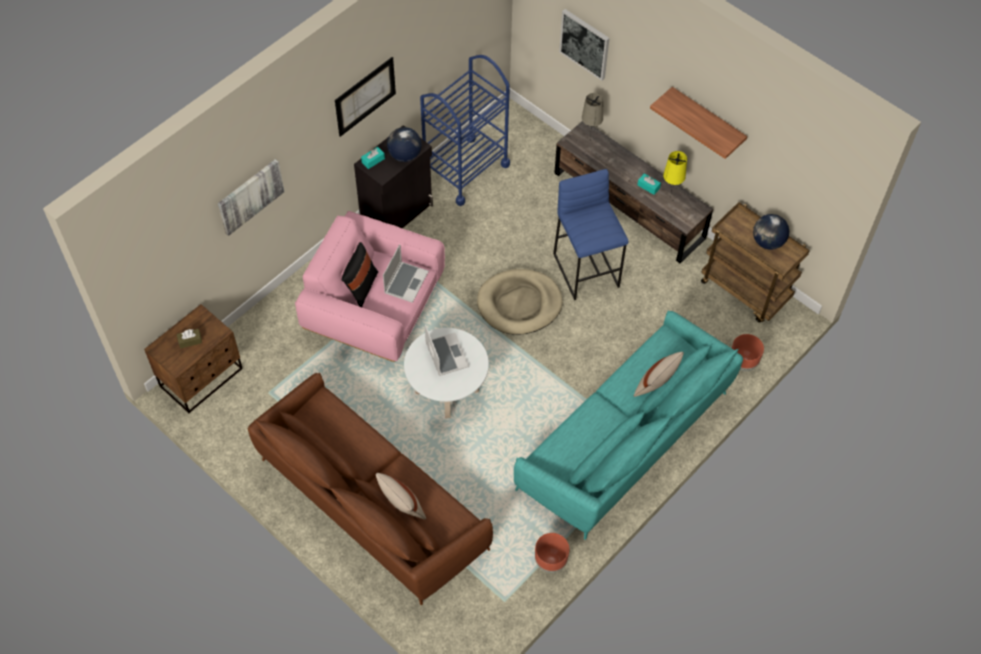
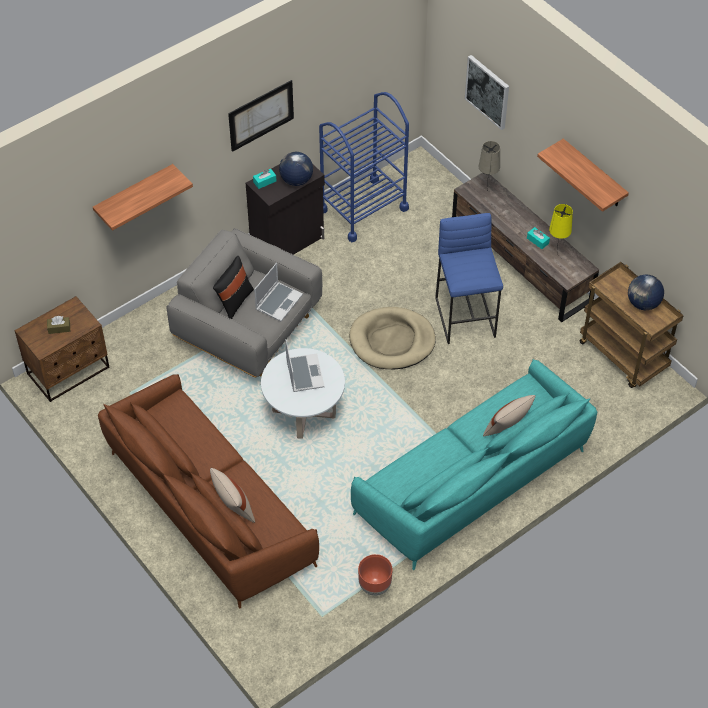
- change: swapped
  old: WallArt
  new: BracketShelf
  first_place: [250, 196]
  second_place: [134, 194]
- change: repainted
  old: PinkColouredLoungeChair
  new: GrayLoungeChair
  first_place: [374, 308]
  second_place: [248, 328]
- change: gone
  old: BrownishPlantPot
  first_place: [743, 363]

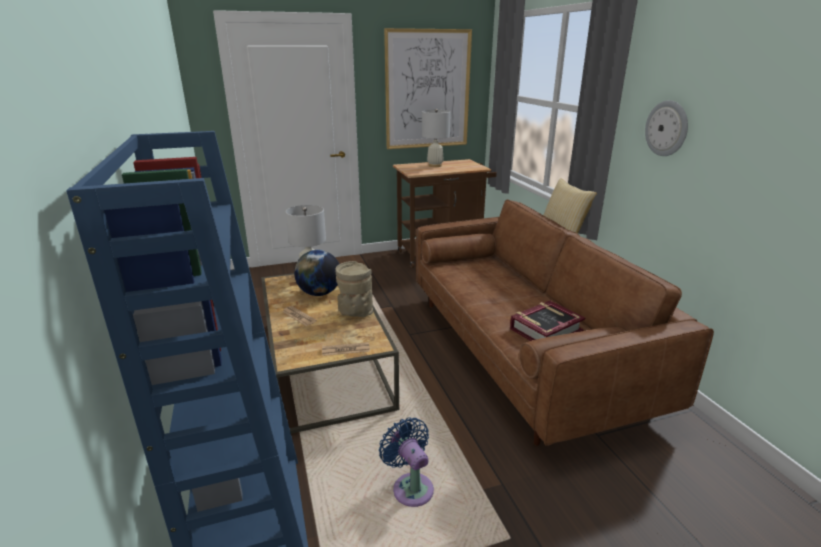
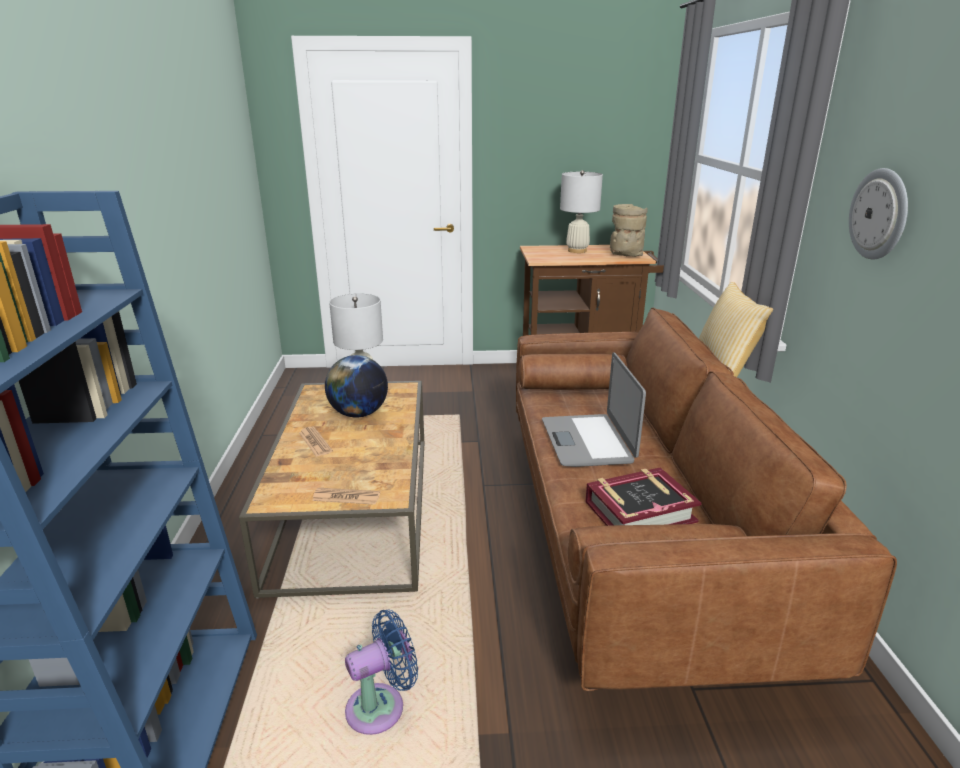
- change: shifted
  old: BeigeColouredFlowerVase
  first_place: [355, 312]
  second_place: [625, 254]
- change: rotated
  old: BlueCoolingFan
  first_place: [411, 486]
  second_place: [381, 706]
  degrees: 75
- change: gone
  old: WallArt
  first_place: [427, 90]
- change: new
  new: PortableComputer
  second_place: [588, 441]

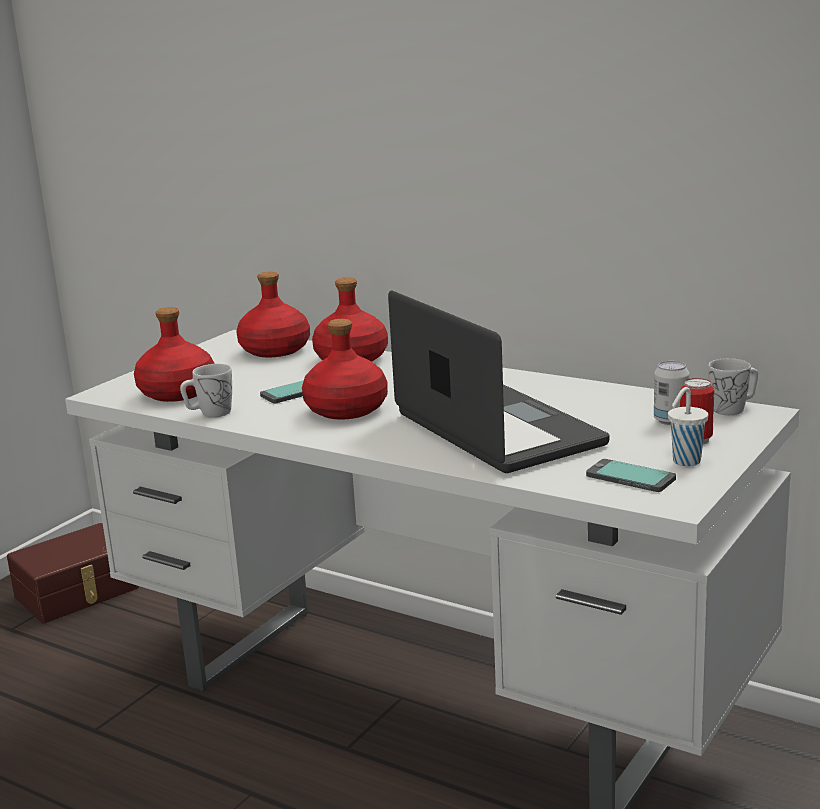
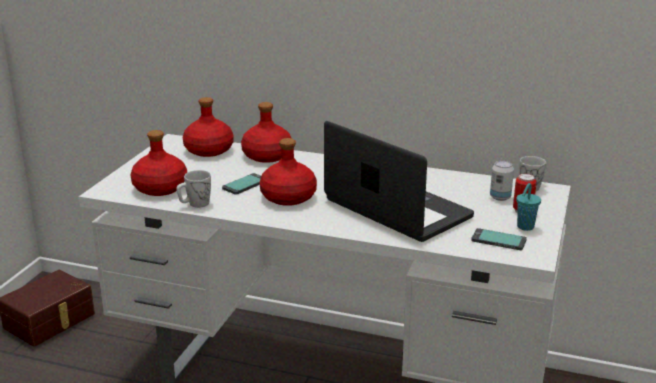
- change: repainted
  old: WhitishCup
  new: TurquoiseColouredCup
  first_place: [685, 462]
  second_place: [525, 227]

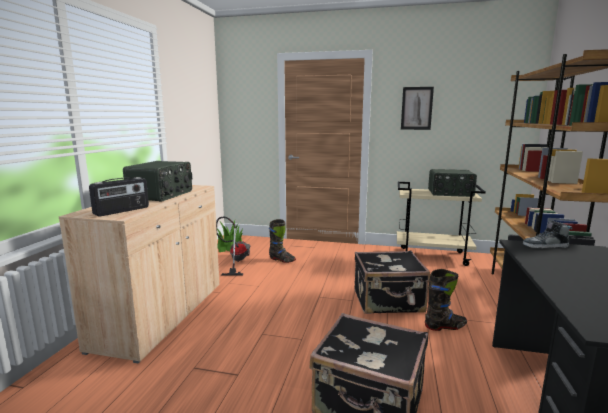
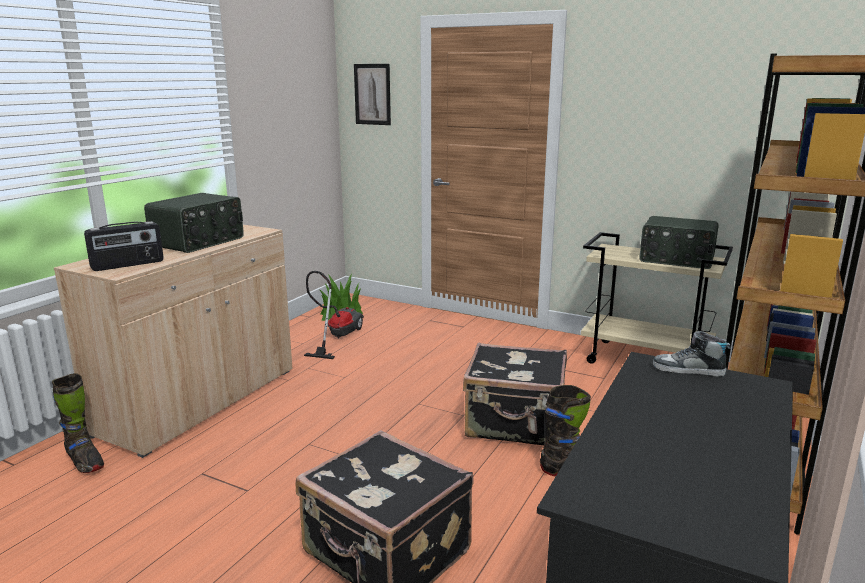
- change: shifted
  old: BlackishTallBoot
  first_place: [282, 260]
  second_place: [85, 462]
- change: shifted
  old: WallArt
  first_place: [416, 108]
  second_place: [372, 94]

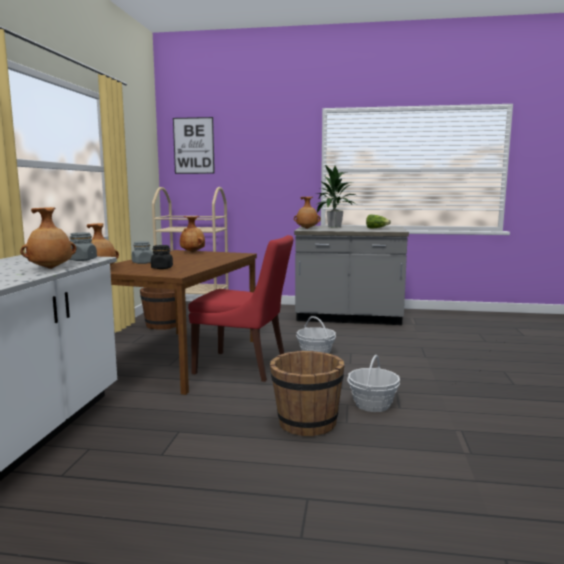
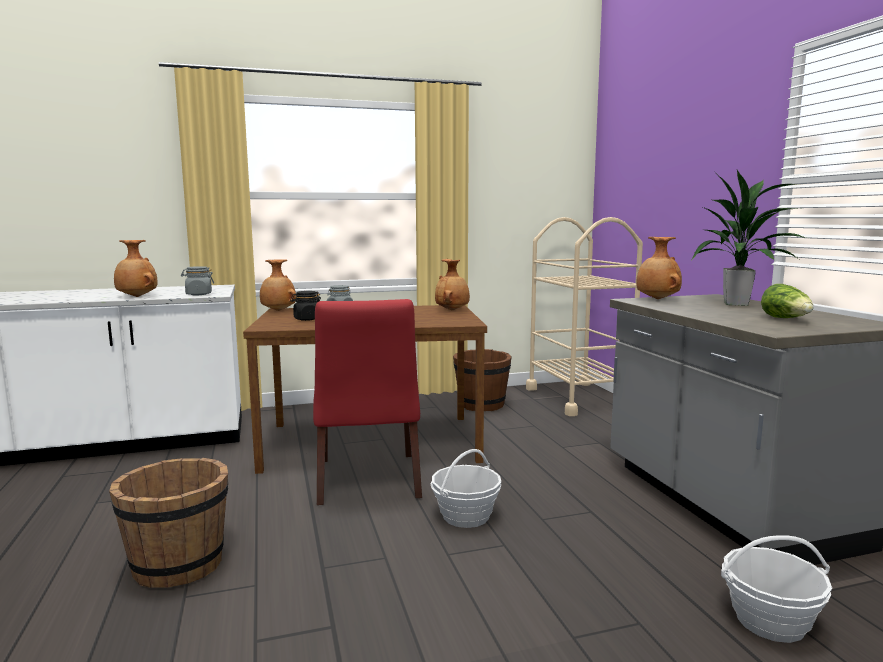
- change: gone
  old: WallArt
  first_place: [194, 145]
- change: shifted
  old: Basket
  first_place: [372, 404]
  second_place: [770, 621]

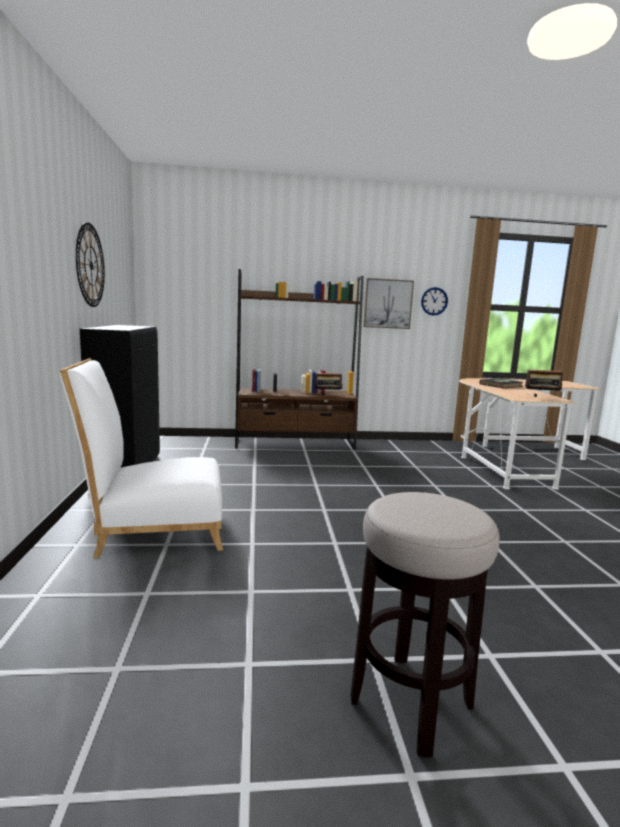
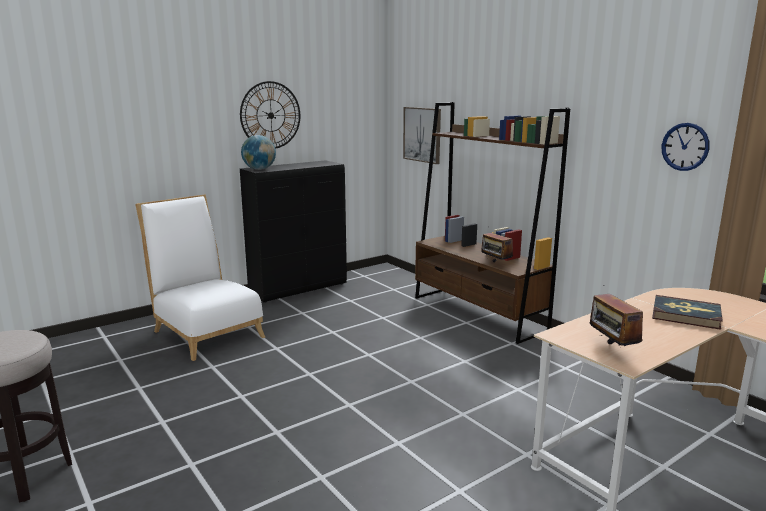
- change: shifted
  old: WallArt
  first_place: [387, 304]
  second_place: [422, 134]
- change: new
  new: WorldGlobe
  second_place: [259, 169]

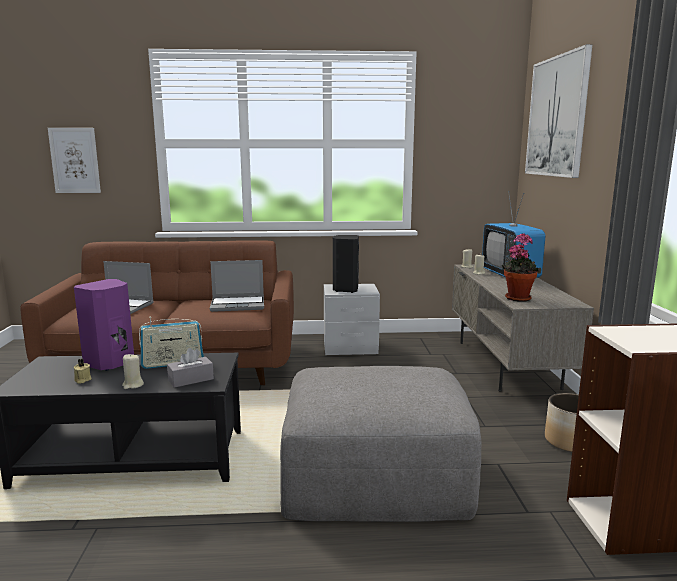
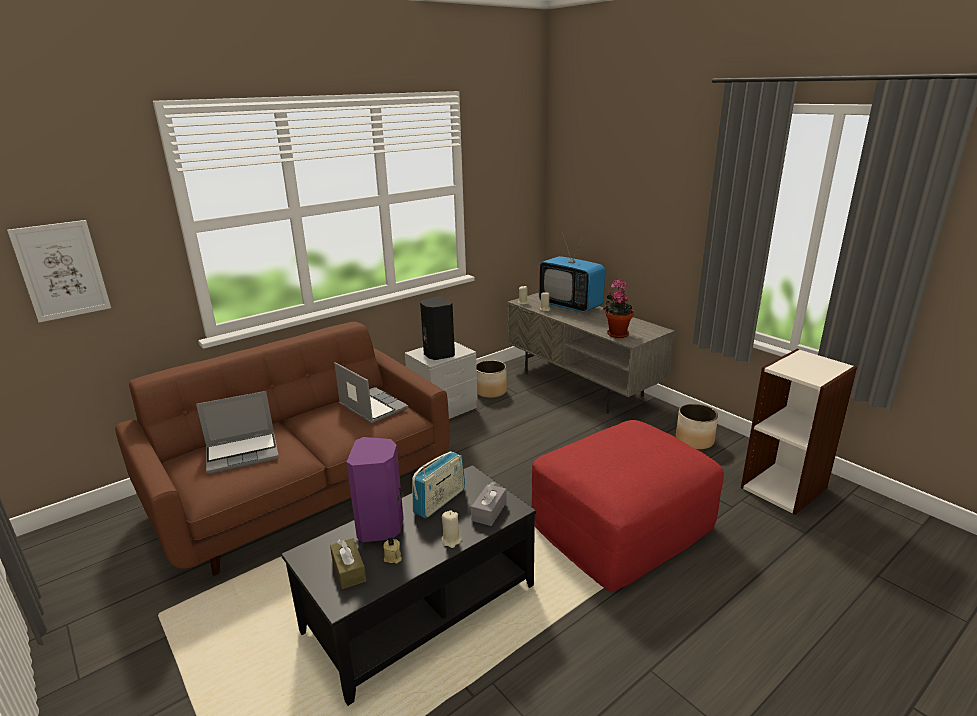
- change: rotated
  old: PortableComputer
  first_place: [238, 305]
  second_place: [372, 407]
  degrees: -90
- change: repainted
  old: GrayPouffe
  new: RedPouffe
  first_place: [376, 475]
  second_place: [621, 524]
- change: gone
  old: WallArt
  first_place: [557, 117]
- change: new
  new: BrownishTissueHolder
  second_place: [349, 570]
- change: new
  new: PlantPot
  second_place: [490, 391]

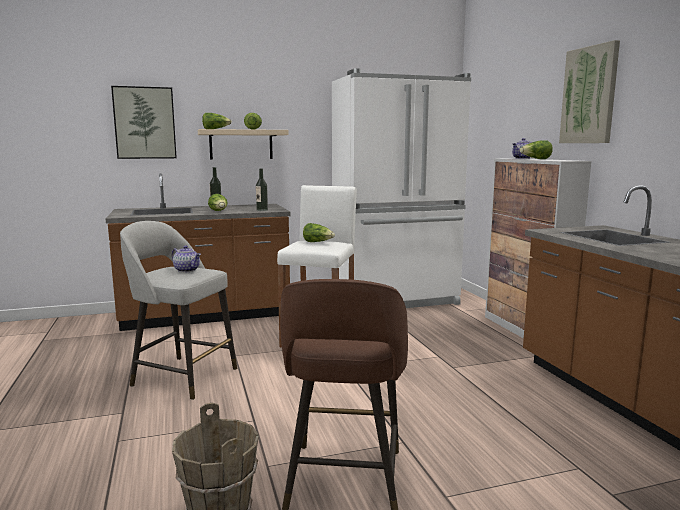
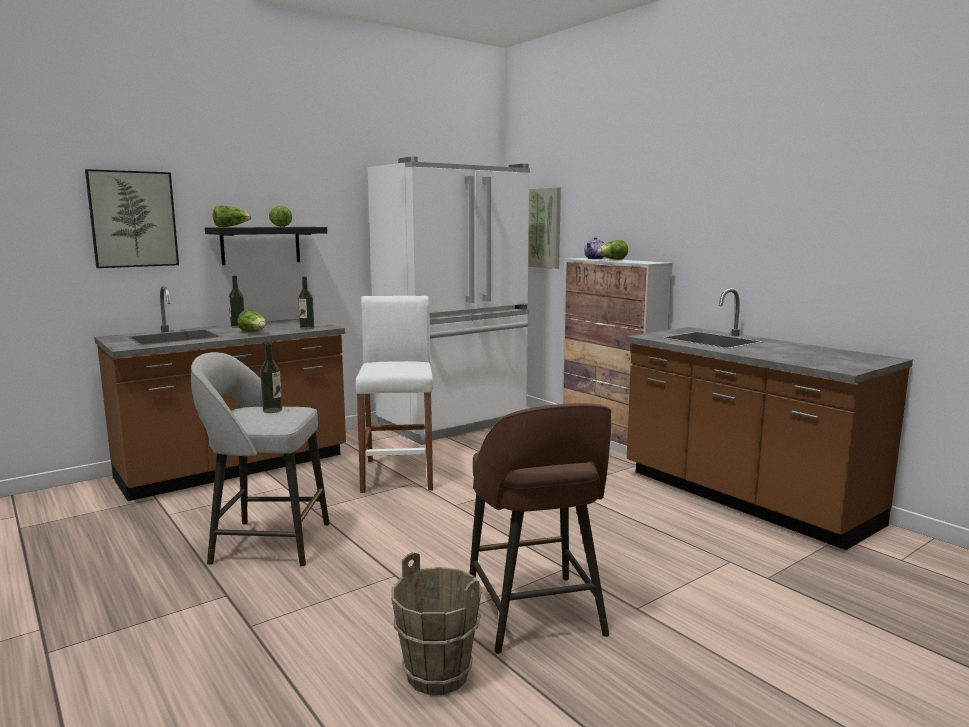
- change: swapped
  old: Teapot
  new: Bottle
  first_place: [187, 270]
  second_place: [272, 410]
- change: repainted
  old: BeigeColouredBracketShelf
  new: BlackishBracketShelf
  first_place: [241, 144]
  second_place: [260, 245]
- change: gone
  old: HeadOfLettuce
  first_place: [318, 242]
- change: shifted
  old: WallArt
  first_place: [589, 95]
  second_place: [541, 228]

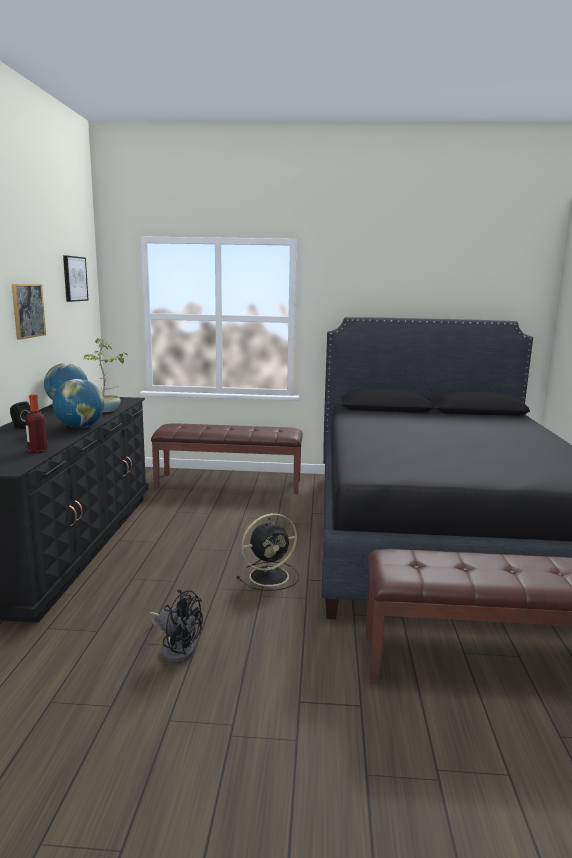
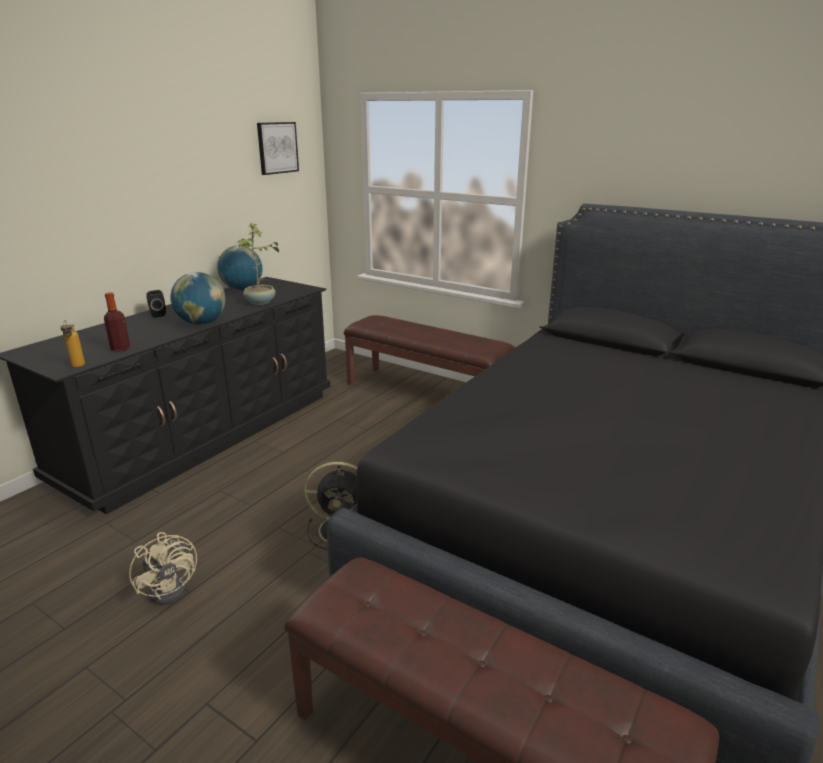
- change: gone
  old: WallArt
  first_place: [27, 310]
- change: repainted
  old: BlackishCoolingFan
  new: BeigeColouredCoolingFan
  first_place: [176, 648]
  second_place: [172, 587]
- change: new
  new: Bottle
  second_place: [77, 367]

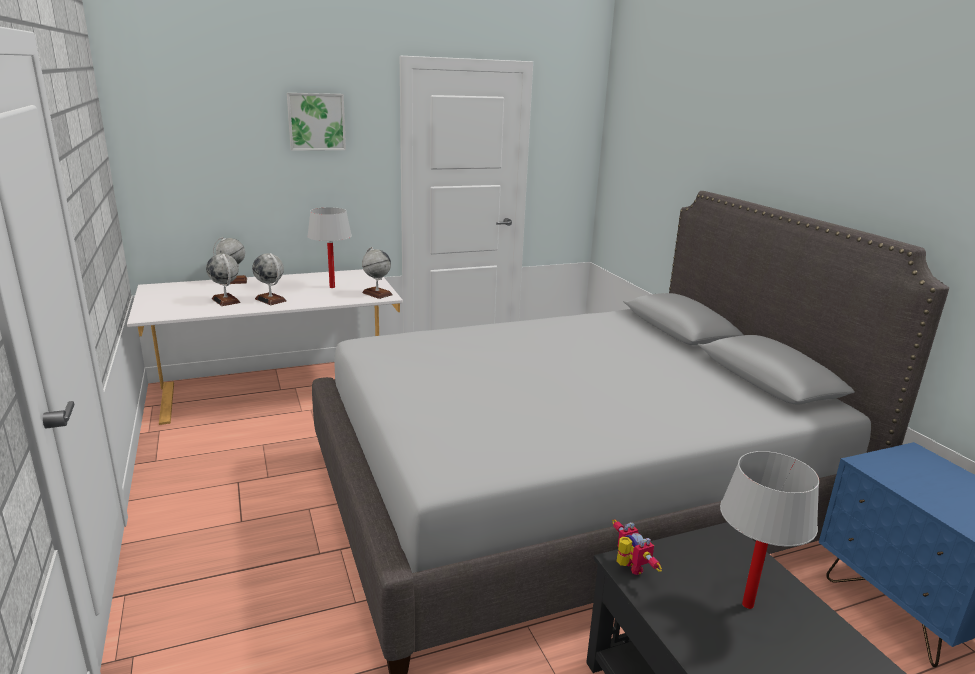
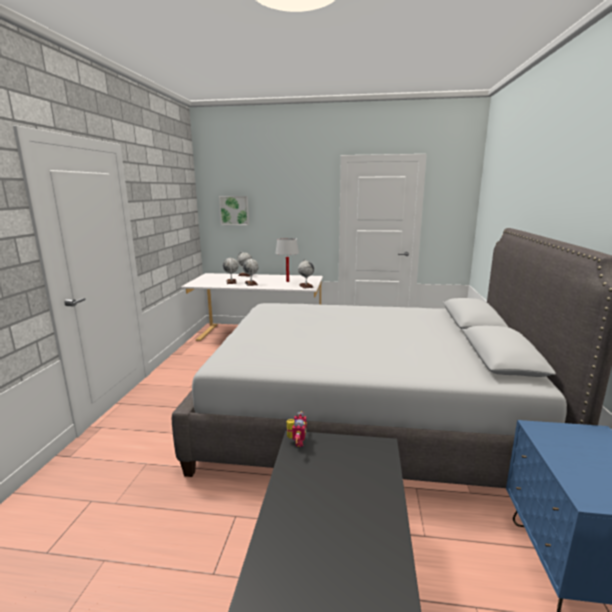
- change: shifted
  old: WallArt
  first_place: [316, 121]
  second_place: [234, 210]
- change: gone
  old: WhitishTableLamp
  first_place: [747, 605]

